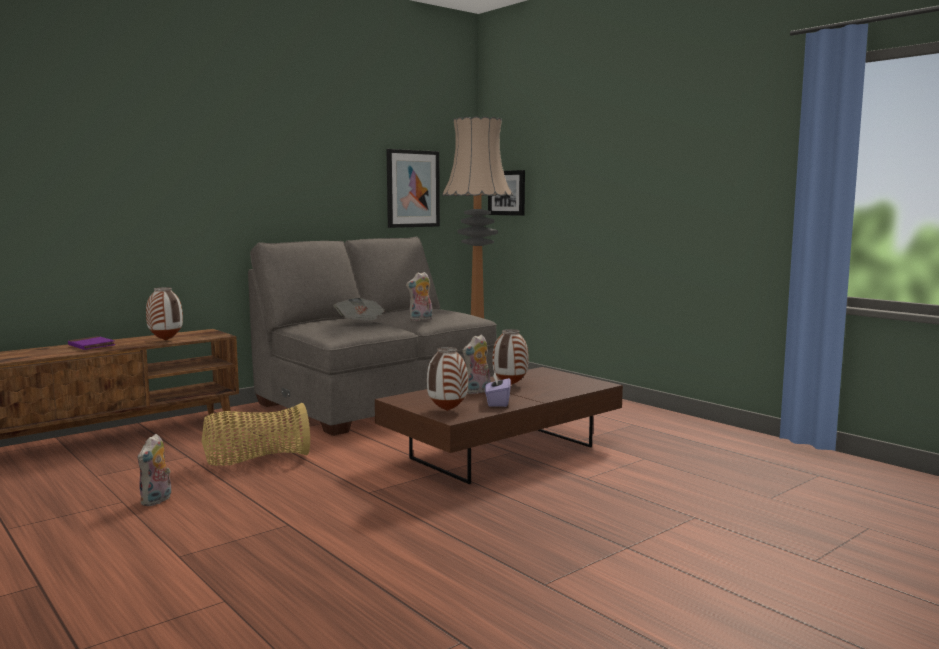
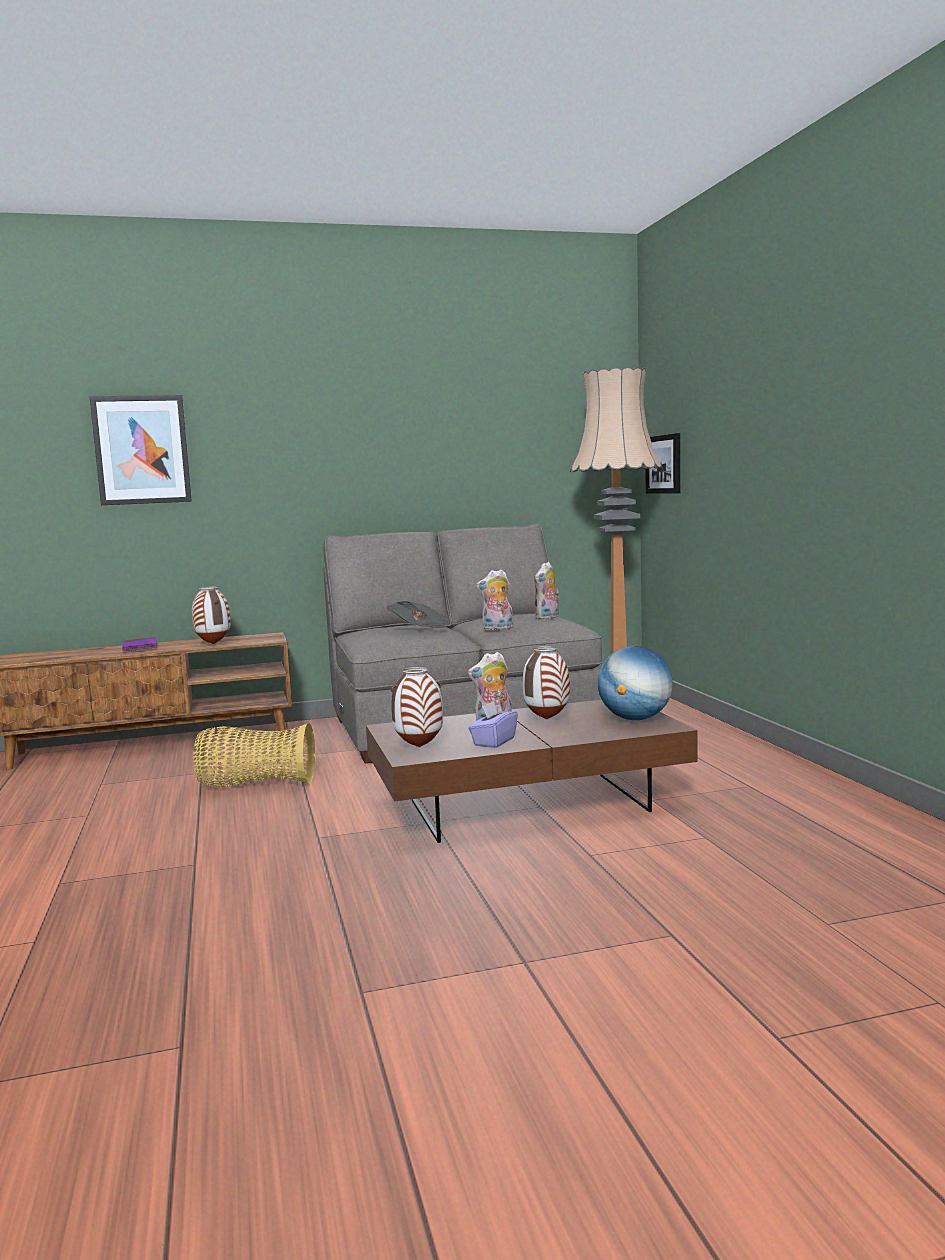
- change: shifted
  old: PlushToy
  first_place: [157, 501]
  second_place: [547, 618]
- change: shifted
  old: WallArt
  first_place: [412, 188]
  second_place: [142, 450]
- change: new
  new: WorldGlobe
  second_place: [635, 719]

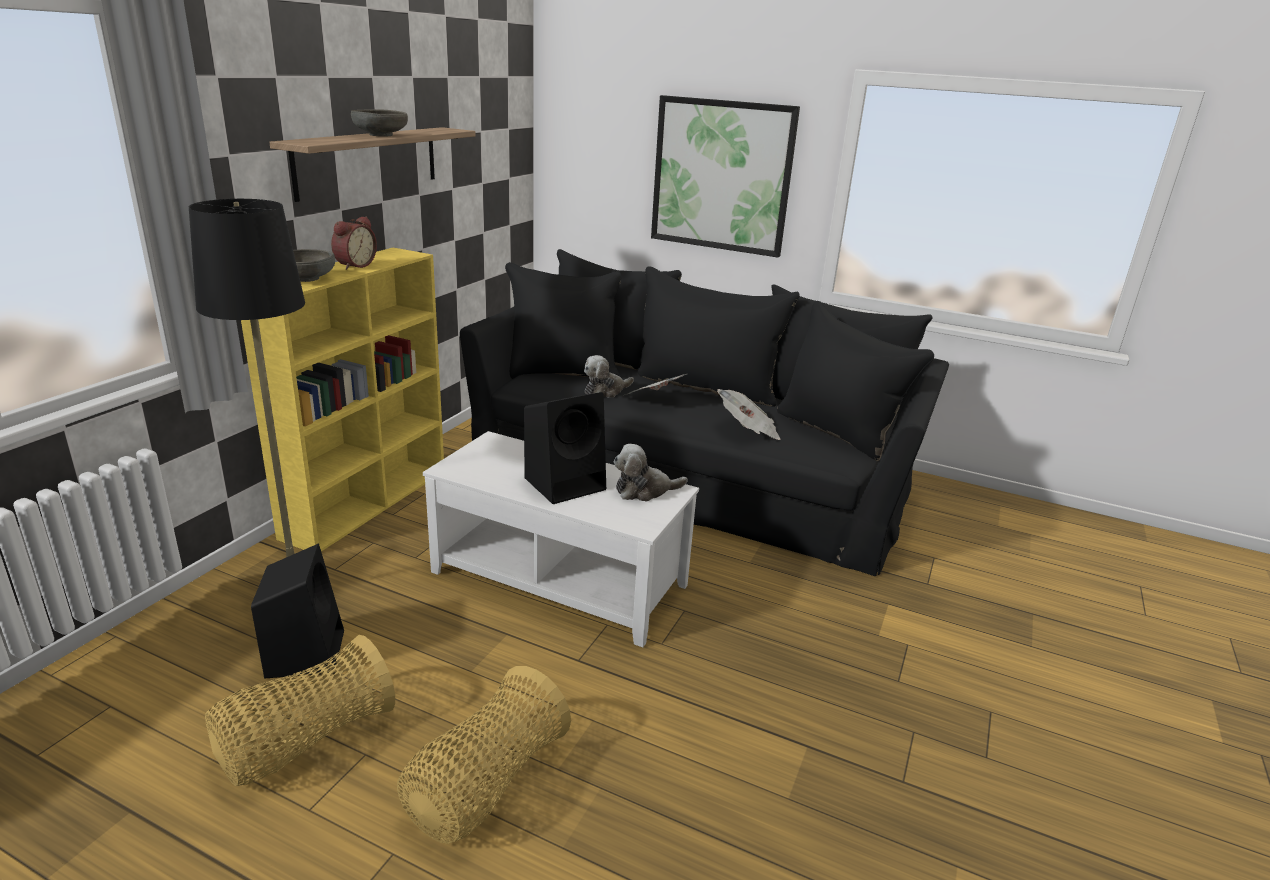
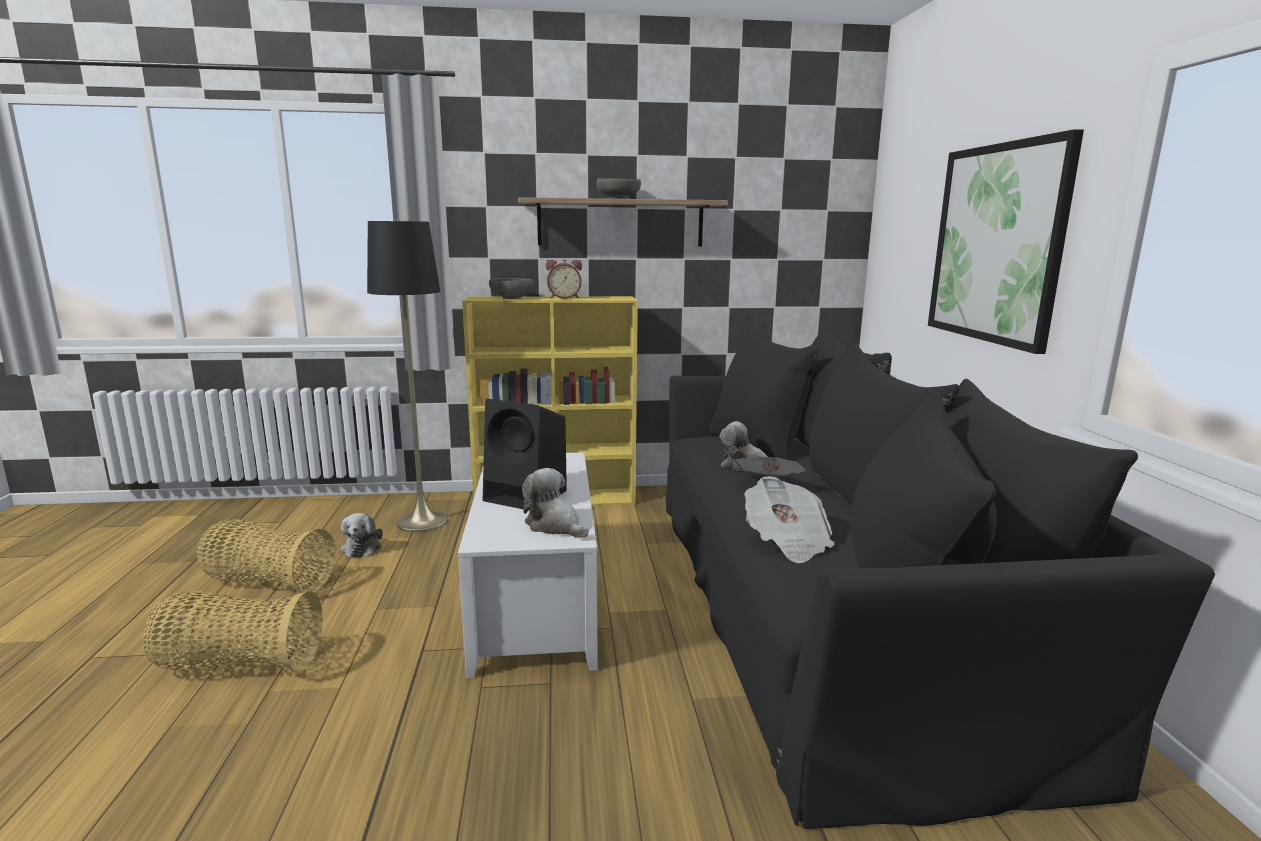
- change: swapped
  old: BlackishAudioSpeaker
  new: PlushToy
  first_place: [305, 652]
  second_place: [362, 547]

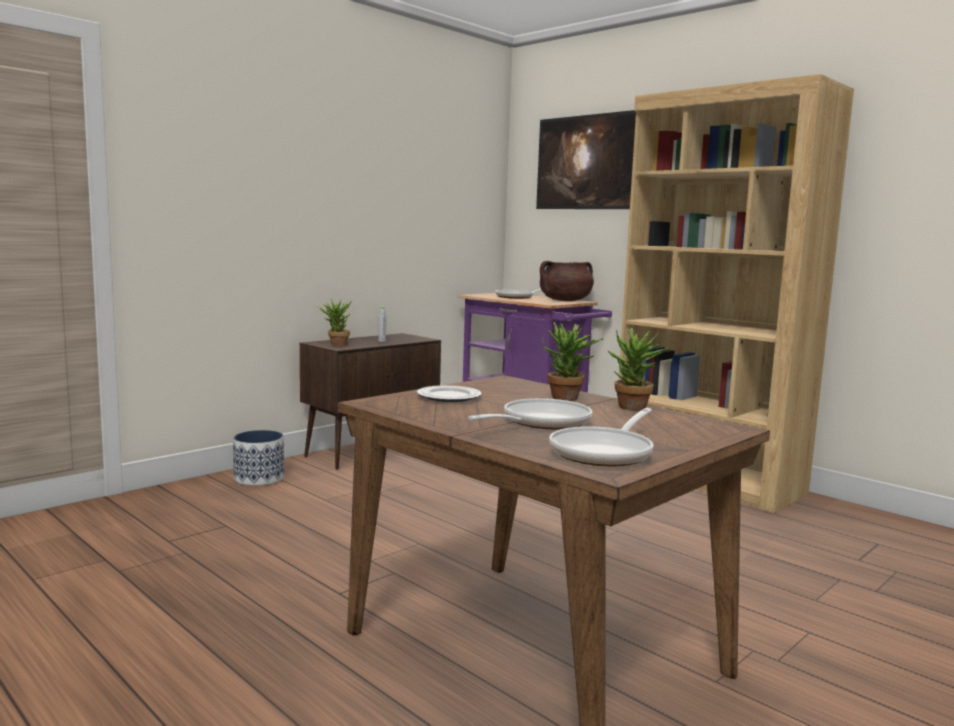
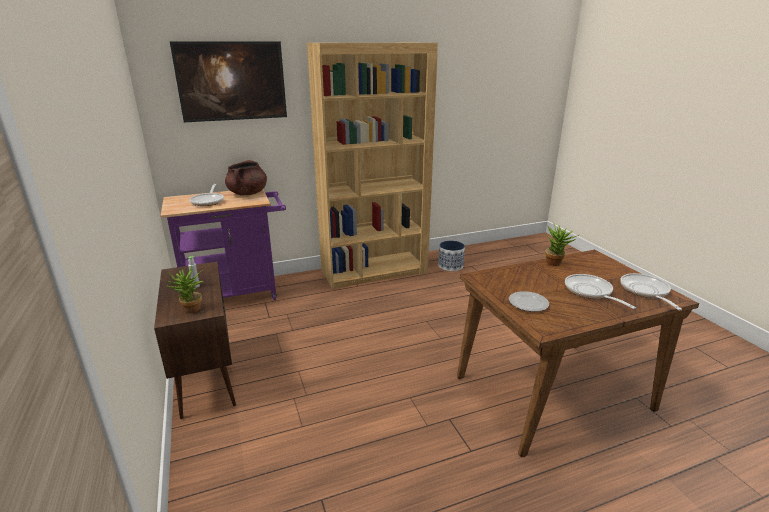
- change: shifted
  old: PlantPot
  first_place: [259, 478]
  second_place: [450, 266]
- change: gone
  old: PottedPlant
  first_place: [568, 399]
- change: rotated
  old: Skillet
  first_place: [605, 452]
  second_place: [645, 291]
  degrees: -150

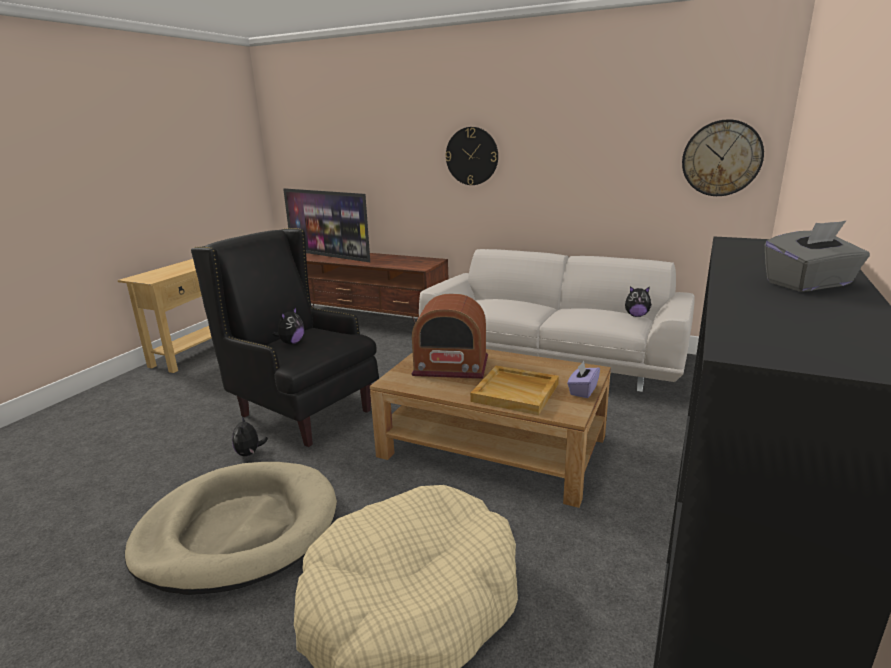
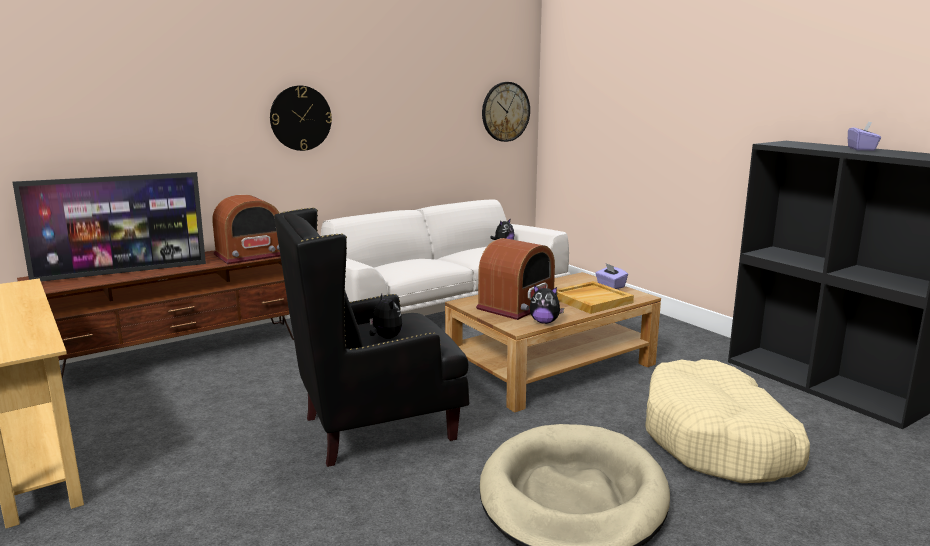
- change: shifted
  old: PlushToy
  first_place: [250, 453]
  second_place: [544, 322]
- change: repainted
  old: GrayTissueHolder
  new: PurpleColouredTissueHolder
  first_place: [809, 284]
  second_place: [861, 149]
- change: new
  new: Radio
  second_place: [250, 255]

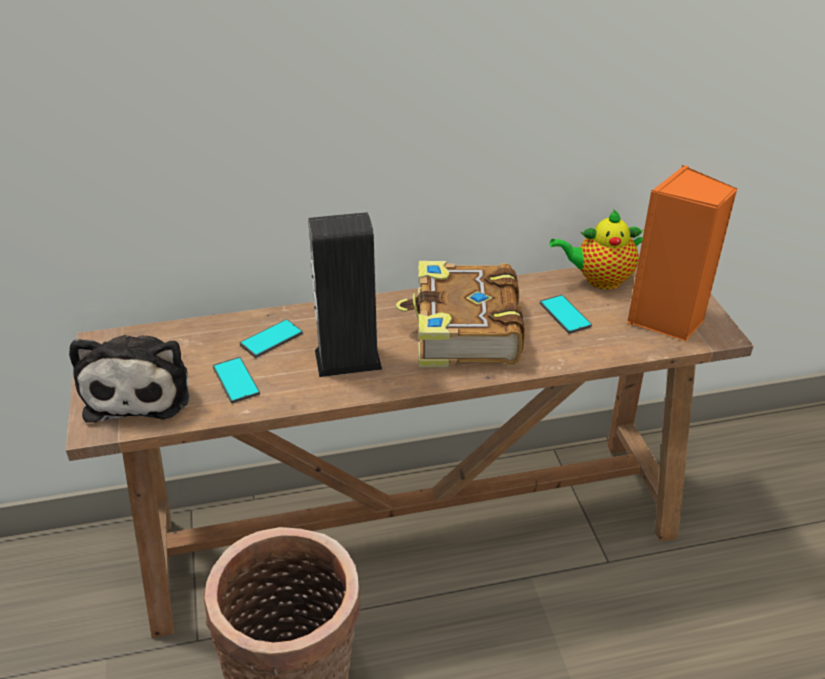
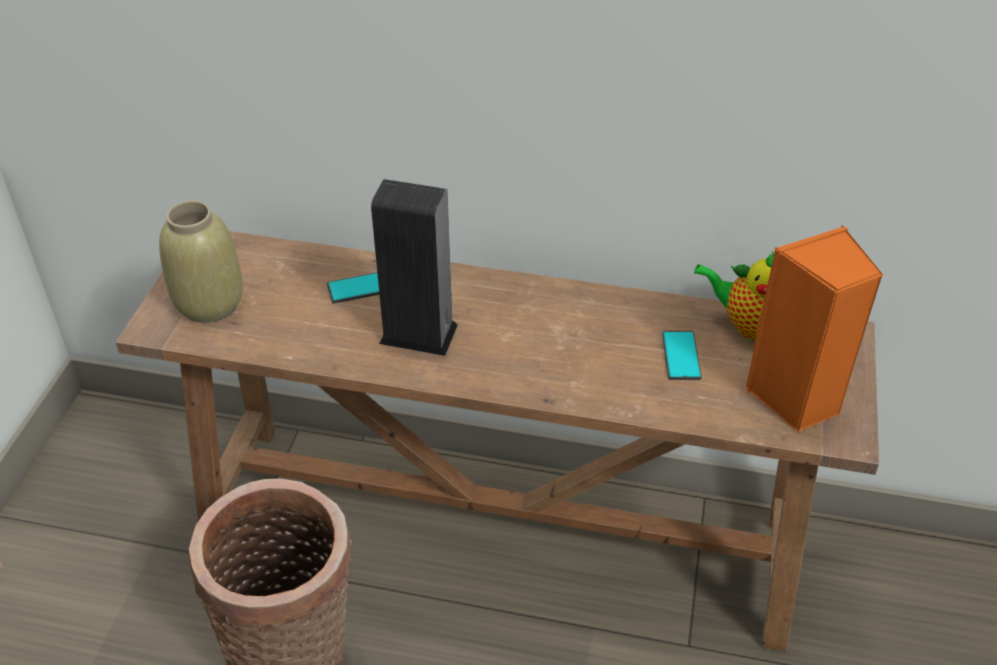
- change: swapped
  old: PlushToy
  new: BeigeColouredFlowerVase
  first_place: [140, 390]
  second_place: [210, 303]
- change: gone
  old: Handset
  first_place: [236, 380]
- change: gone
  old: Volume
  first_place: [463, 331]

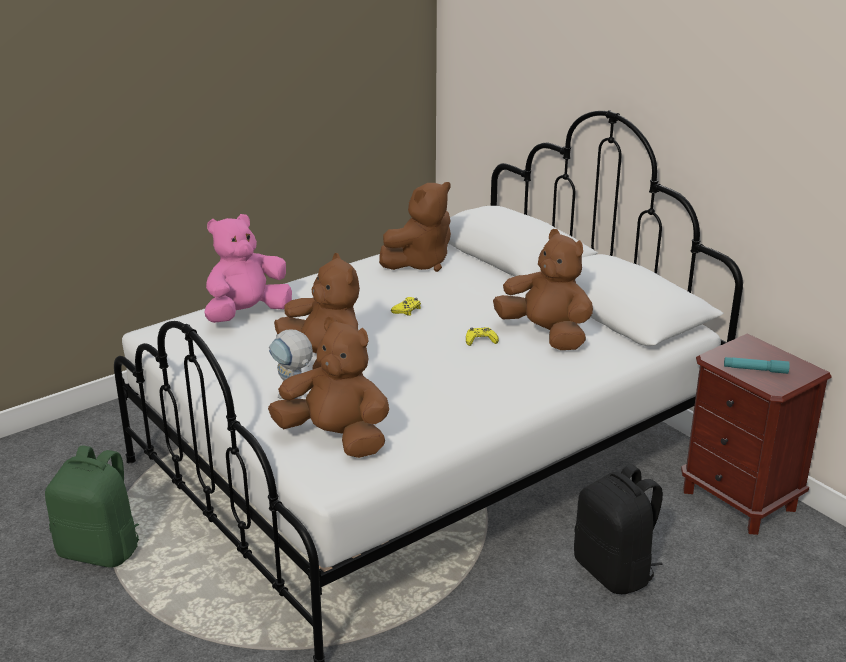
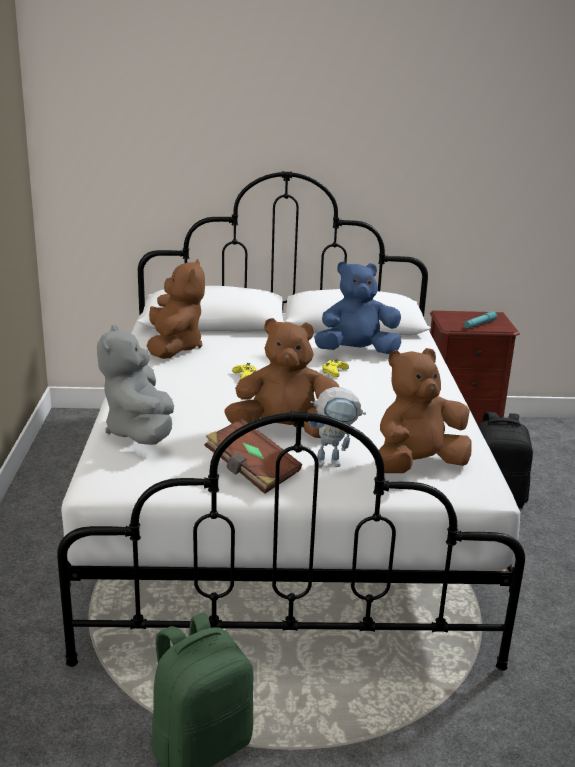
- change: repainted
  old: PinkColouredPlushToy
  new: GrayPlushToy
  first_place: [247, 314]
  second_place: [141, 433]
- change: repainted
  old: BrownishPlushToy
  new: BluePlushToy
  first_place: [546, 334]
  second_place: [356, 352]
- change: new
  new: BrownishVolume
  second_place: [251, 471]

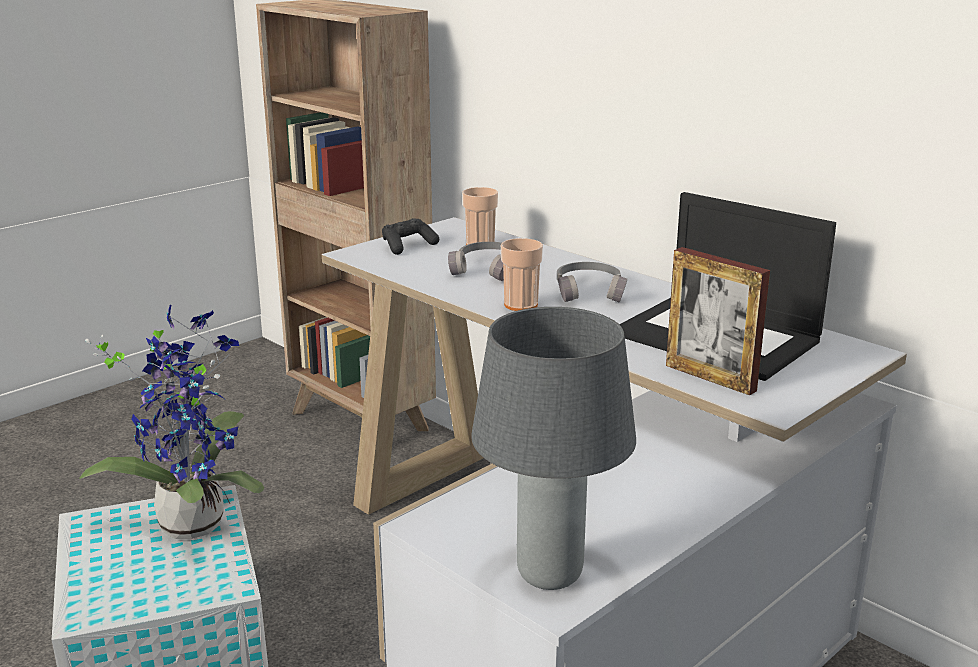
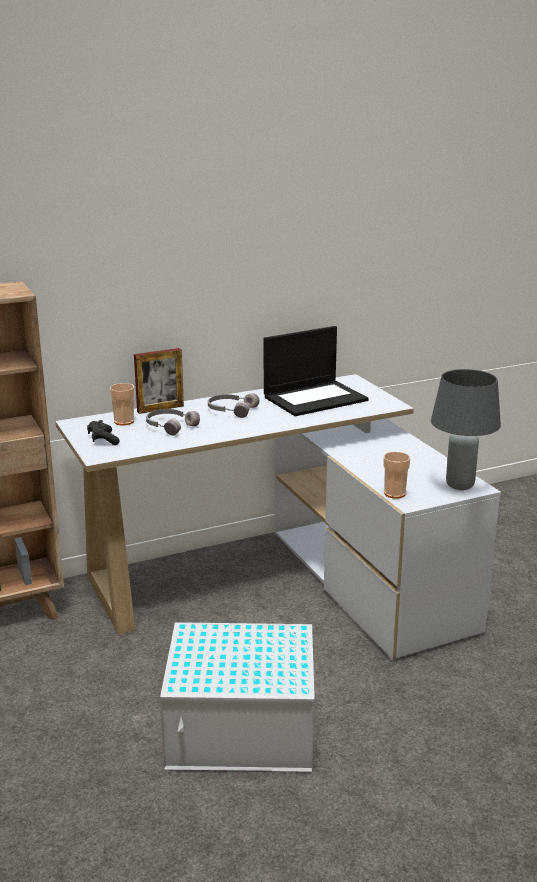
- change: gone
  old: PottedPlant
  first_place: [193, 519]
- change: shifted
  old: Cup
  first_place: [521, 305]
  second_place: [394, 493]
- change: shifted
  old: PictureFrame
  first_place: [710, 378]
  second_place: [160, 409]

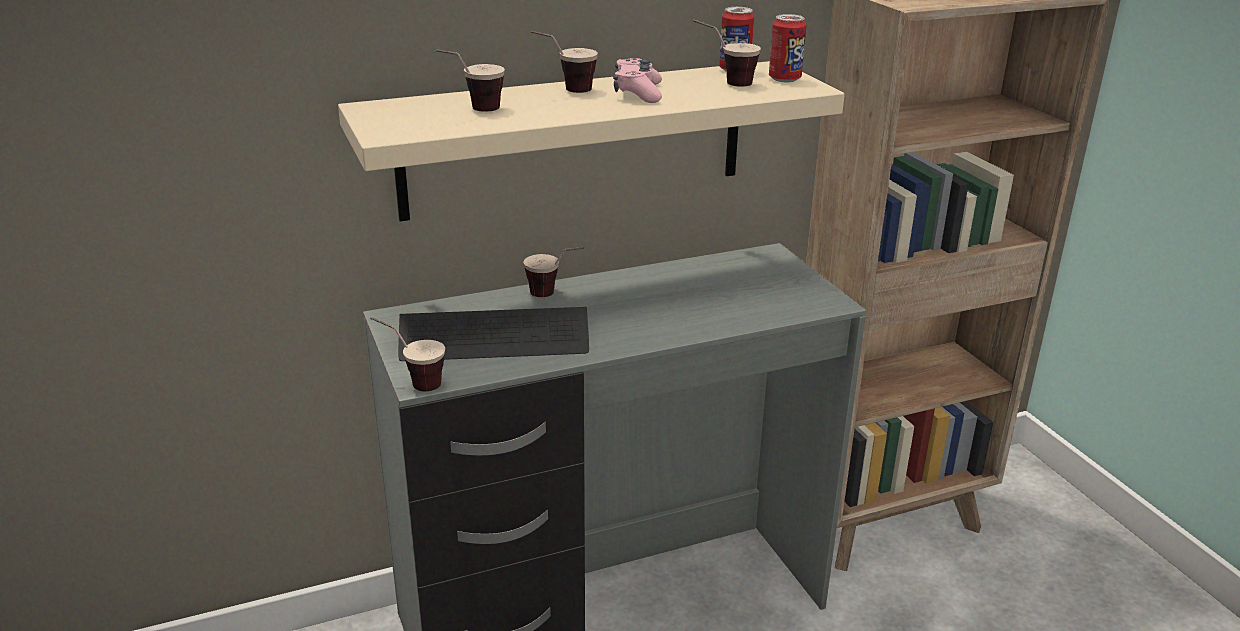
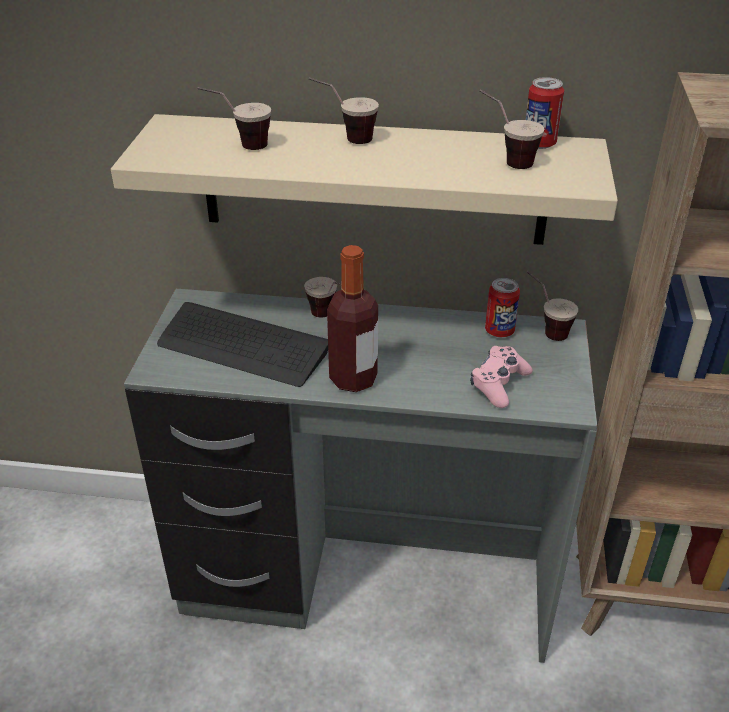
- change: shifted
  old: Cup
  first_place: [411, 382]
  second_place: [545, 329]
- change: shifted
  old: PinkColouredGamepad
  first_place: [637, 92]
  second_place: [499, 384]
- change: shifted
  old: SealedCan
  first_place: [784, 79]
  second_place: [499, 331]
- change: new
  new: Bottle
  second_place: [353, 379]

